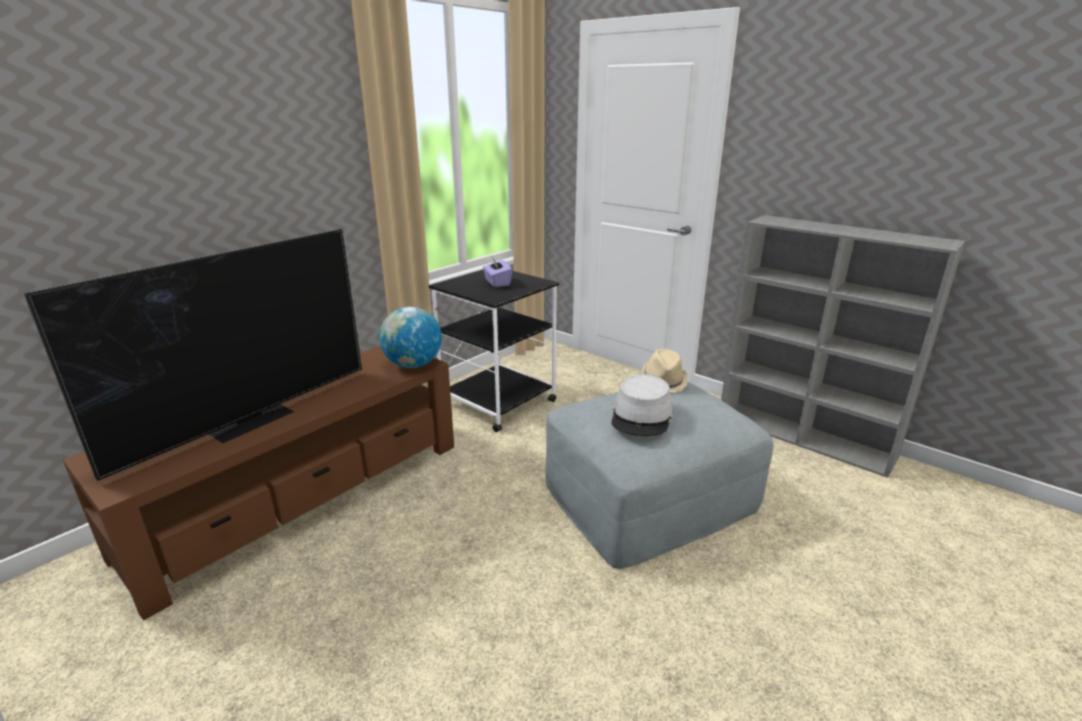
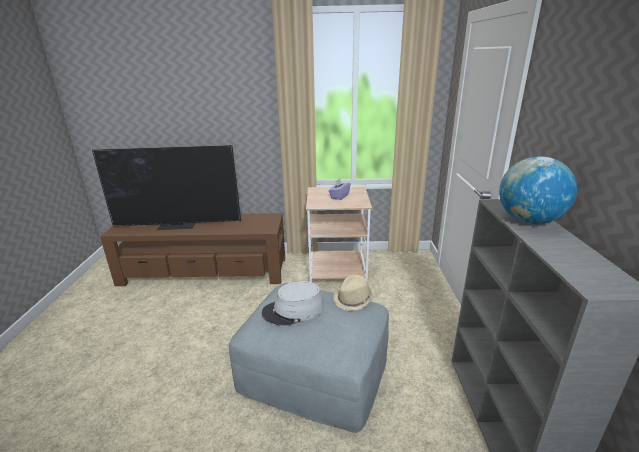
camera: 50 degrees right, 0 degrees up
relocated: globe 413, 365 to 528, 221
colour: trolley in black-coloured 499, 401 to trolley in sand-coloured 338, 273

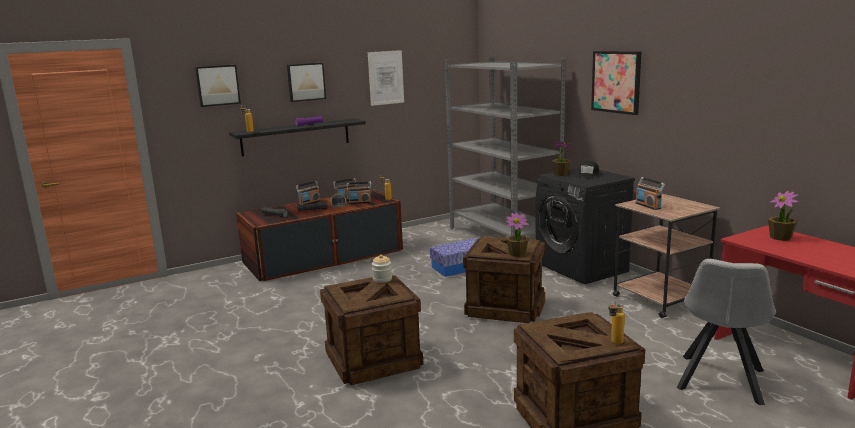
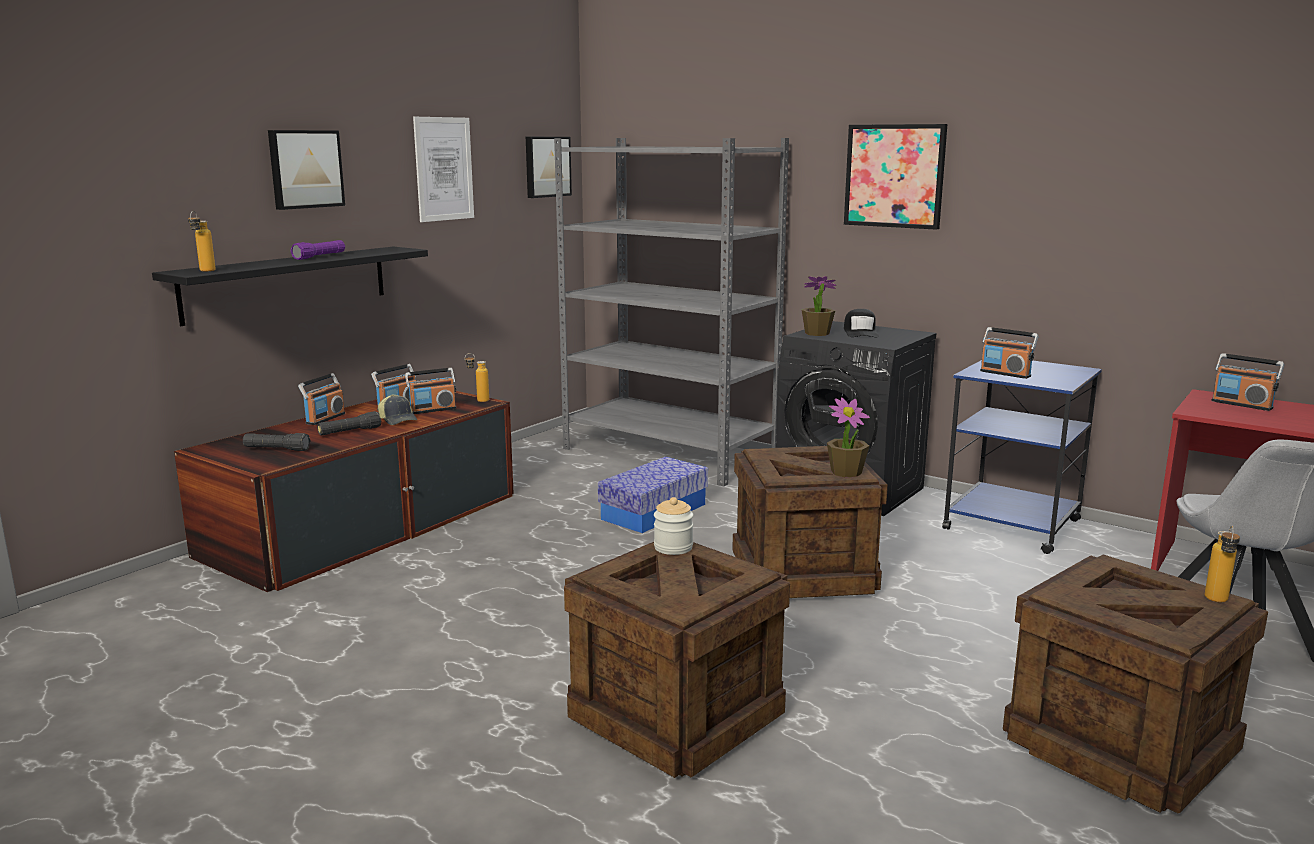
camera: 25 degrees left, 0 degrees up
relocated: wall picture 217, 85 to 546, 166
exchanged: plant in a pot 780, 237 to radio 1242, 404
colour: trolley in brown 661, 300 to trolley in blue-coloured 1013, 525

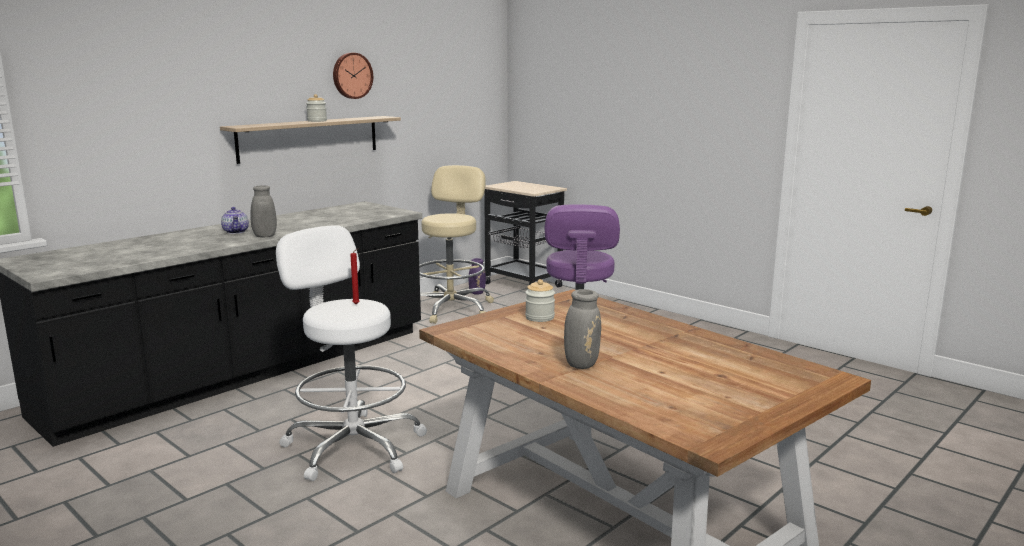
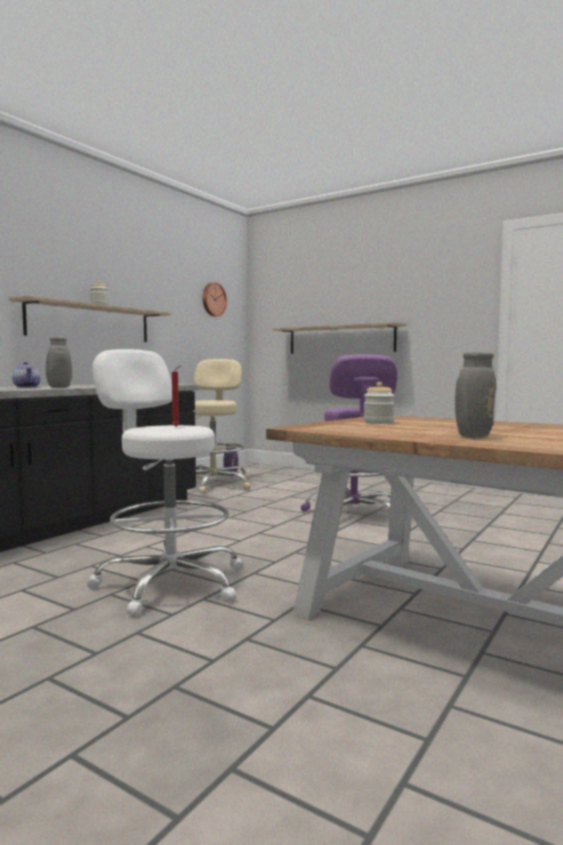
camera: 10 degrees left, 10 degrees down
missing: trolley 524, 285
appeared: bracket shelf 341, 339
relocated: clock on the wall 351, 75 to 213, 299

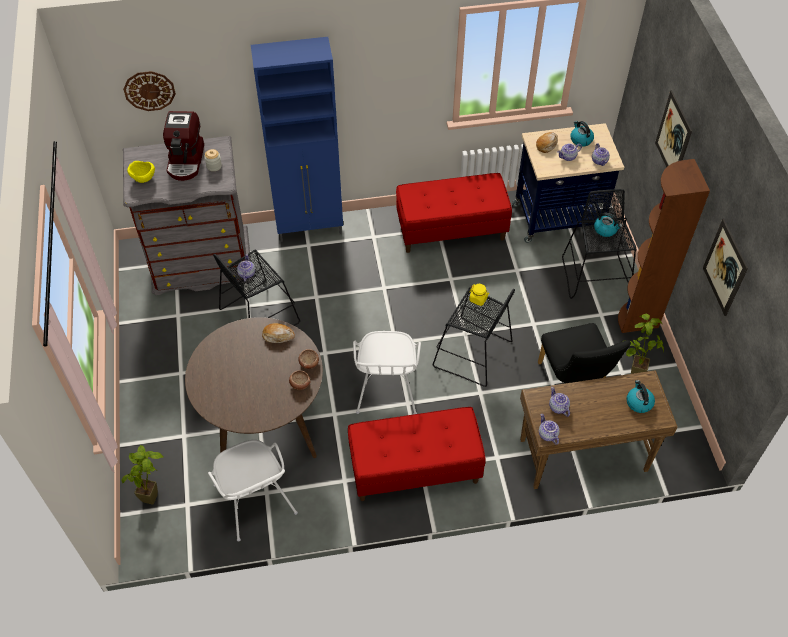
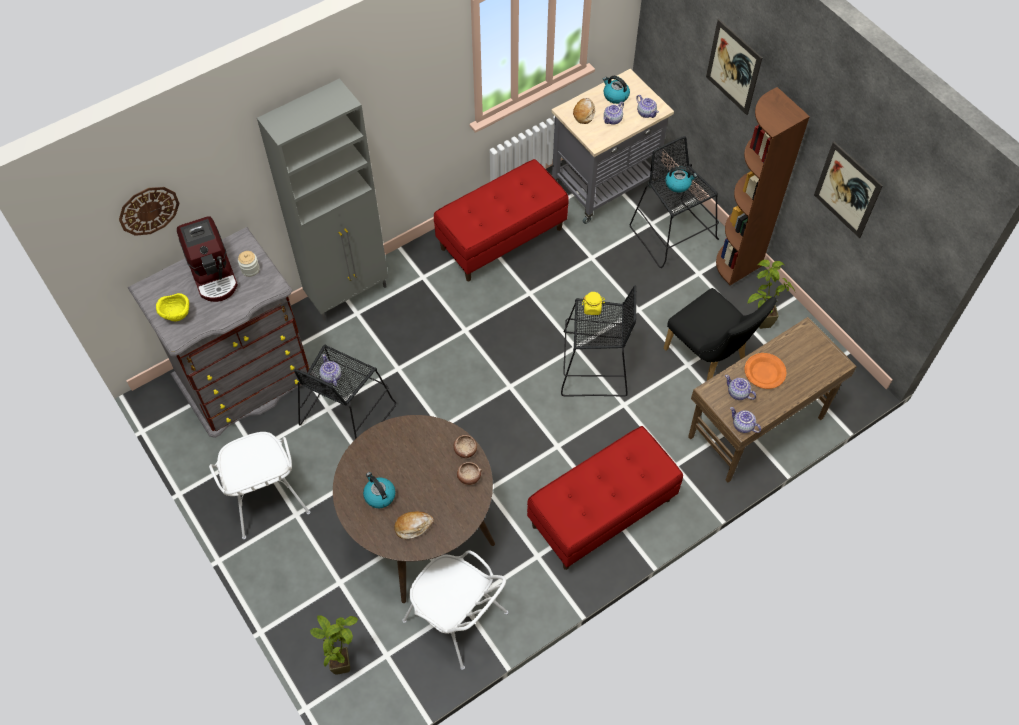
camera: 25 degrees left, 5 degrees up
appeared: flat dish in orange-coloured 764, 372
relocated: bread 278, 335 to 413, 526; chair in white-coloured 387, 389 to 266, 498; kettle 638, 402 to 379, 495
colour: cupboard in blue-coloured 310, 228 to cupboard in gray 349, 293; trolley in blue-coloured 557, 218 to trolley in gray 603, 185

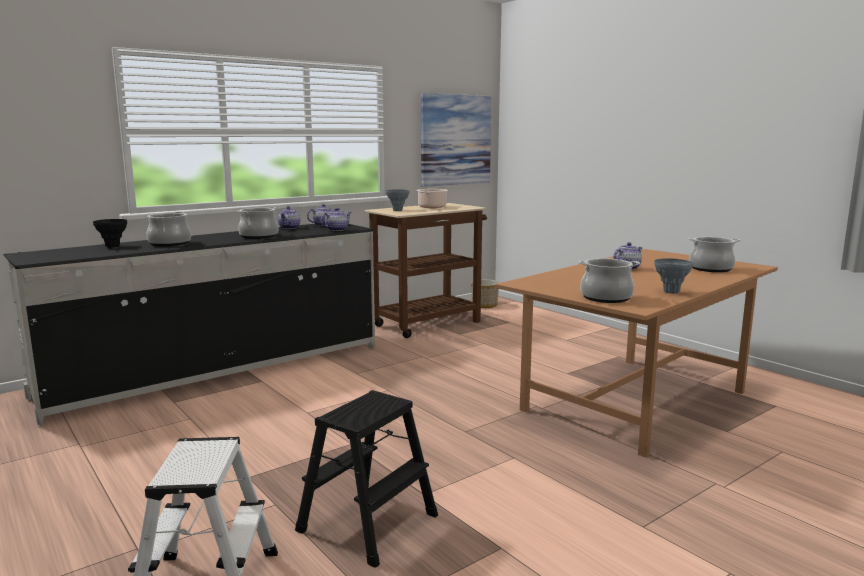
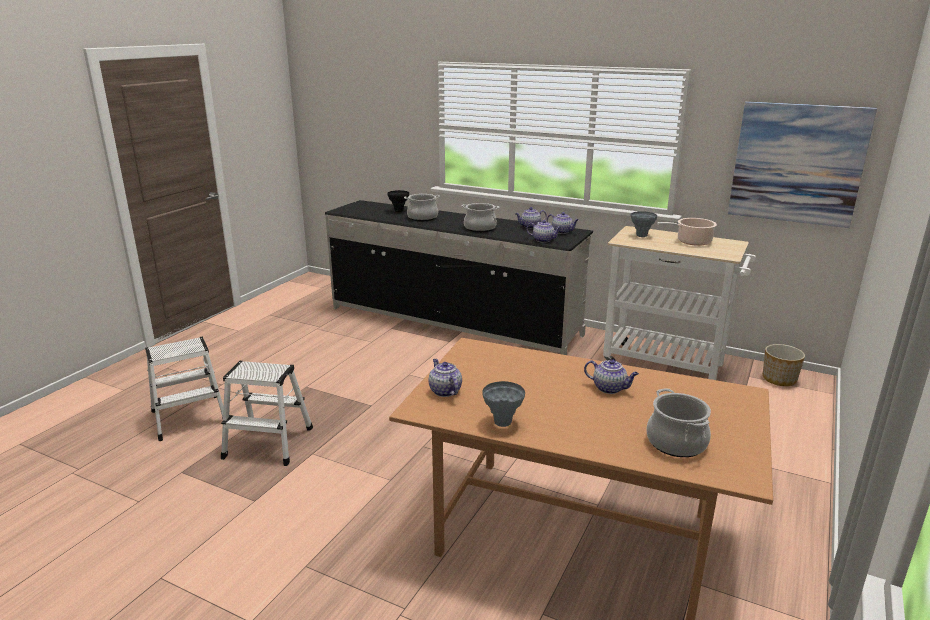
camera: 65 degrees right, 10 degrees up
exchanged: cooking pot 606, 298 to pot for tea 444, 391
colour: stepladder in black-coloured 368, 522 to stepladder in white-coloured 269, 442; trolley in brown 428, 324 to trolley in white-coloured 665, 365

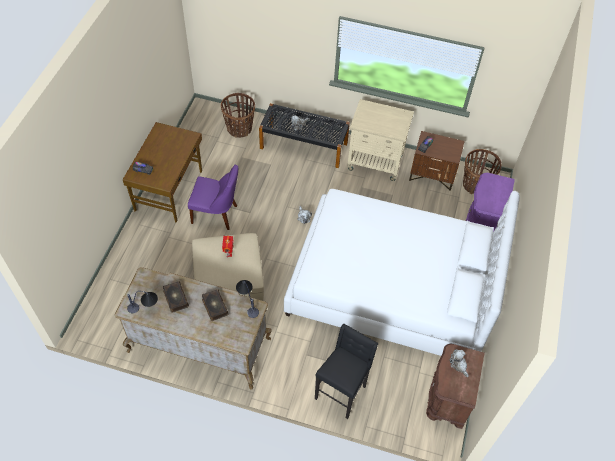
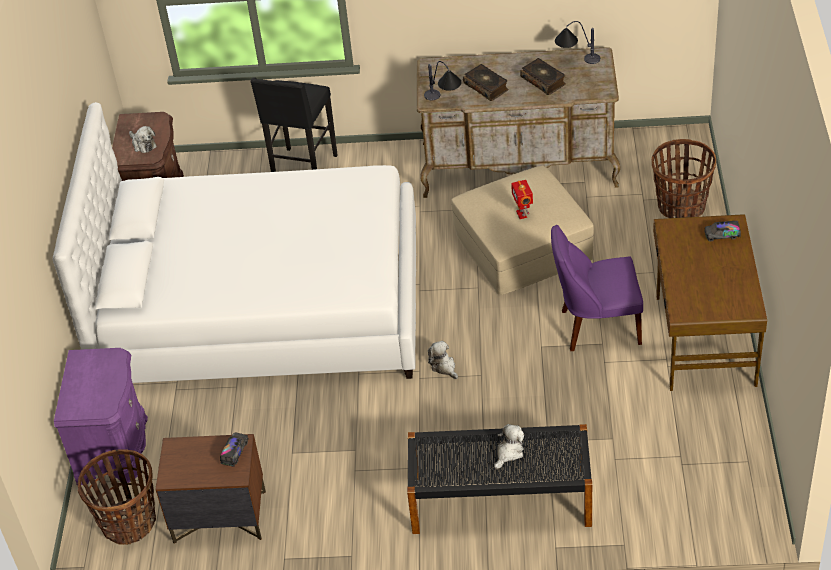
camera: 170 degrees right, 10 degrees down
missing: trolley in sand-coloured 375, 163
relocated: household basket 239, 128 to 681, 206

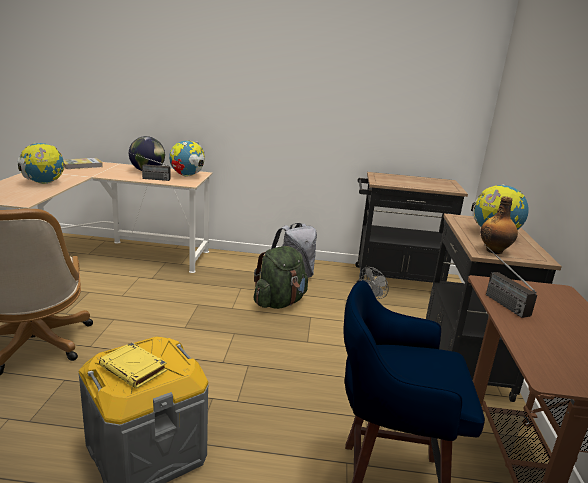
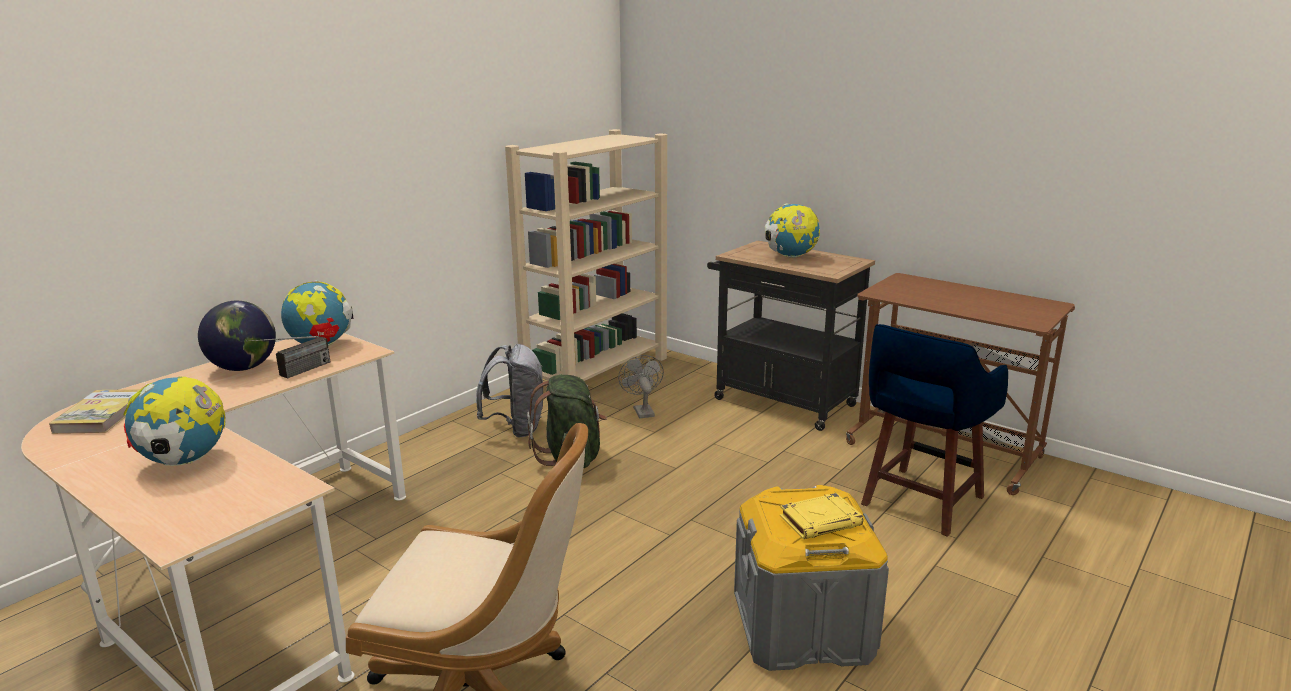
camera: 55 degrees left, 0 degrees up
missing: bottle 494, 251; radio 496, 299
exchanged: trolley in black-coloured 394, 279 to shelving unit in sand-coloured 596, 372

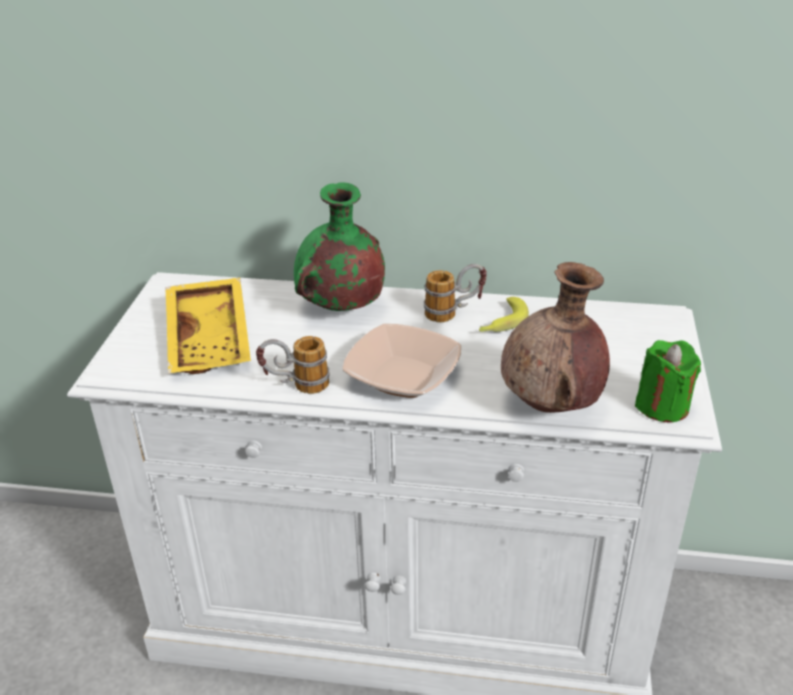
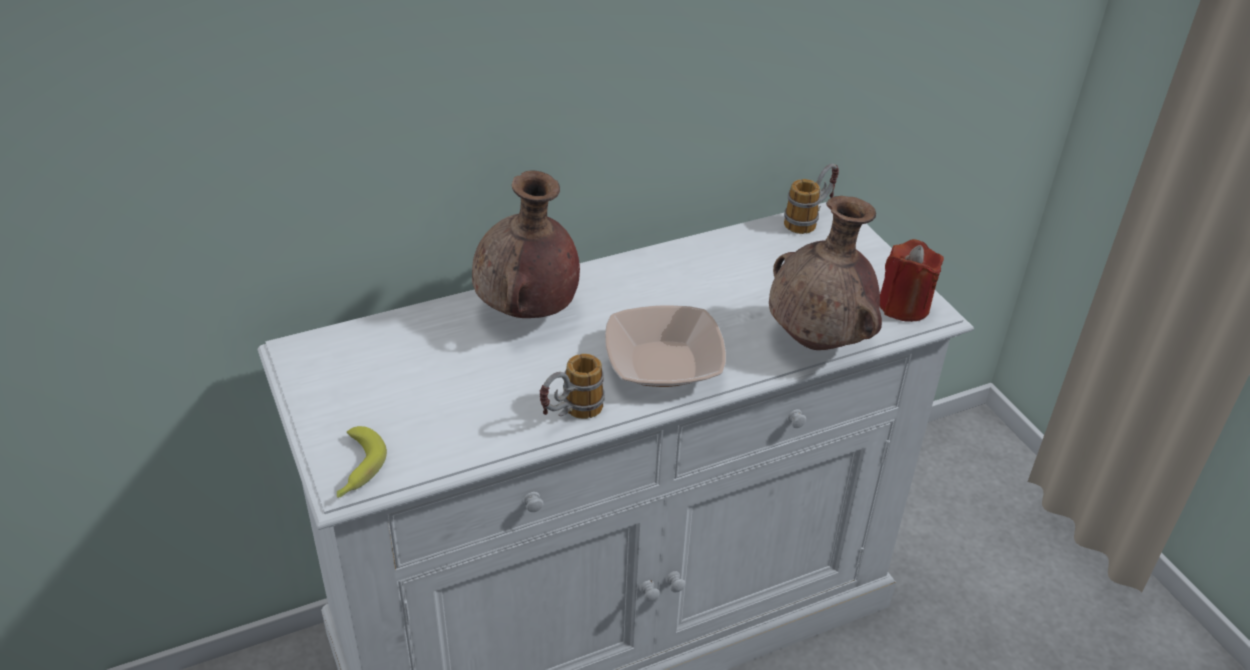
camera: 35 degrees left, 5 degrees up
missing: tray in yellow 211, 339
relocated: coffee mug 454, 312 to 810, 219; banana 501, 323 to 356, 470
colour: flower vase in greenish 340, 308 to flower vase in brown 527, 312; wax candle in greenish 662, 406 to wax candle in red-coloured 904, 306

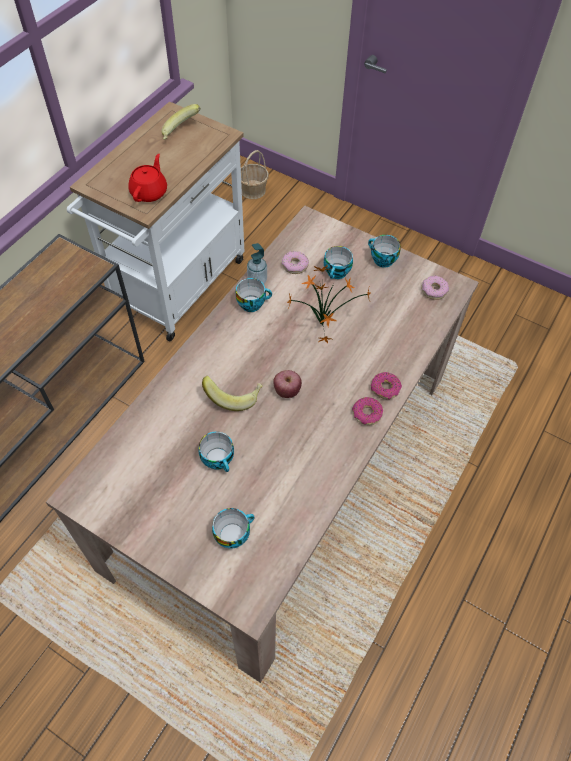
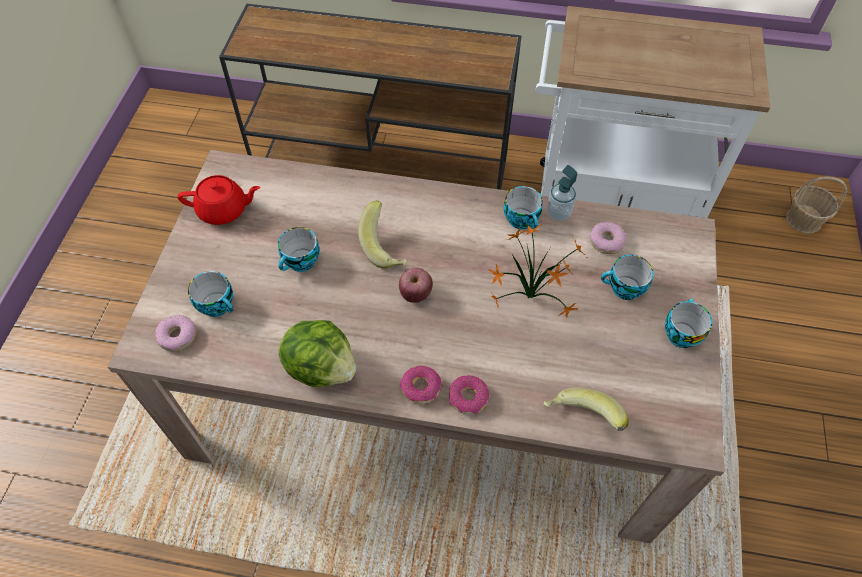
camera: 70 degrees right, 0 degrees up
appeared: lettuce 321, 367
relocated: pot for tea in red-coloured 149, 192 to 224, 210; banana 181, 133 to 581, 419; donut 433, 290 to 177, 336

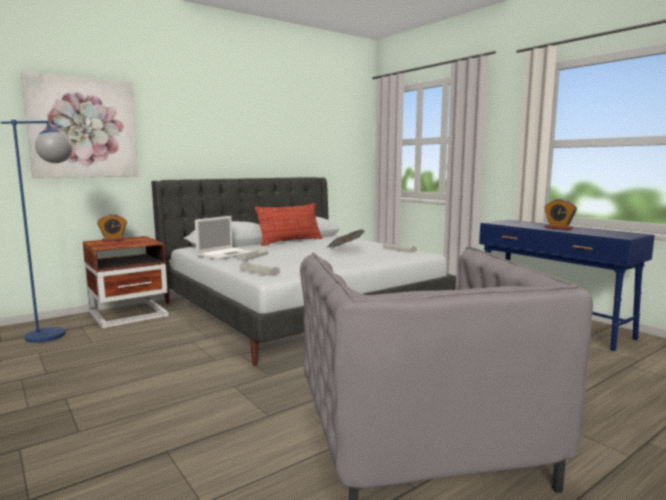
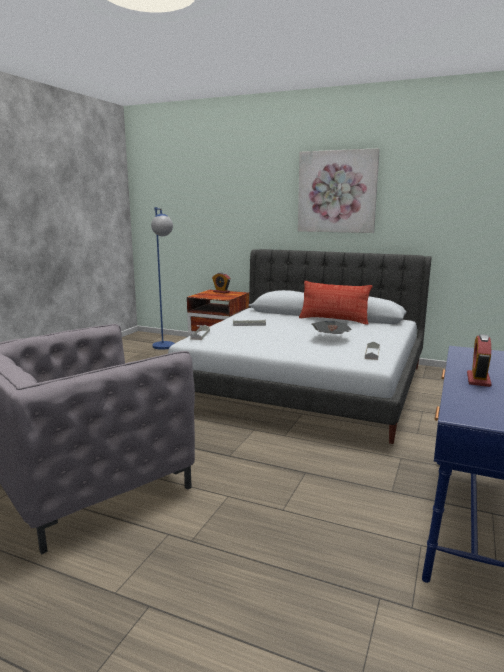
camera: 60 degrees right, 5 degrees up
missing: portable computer 226, 254
relocated: wall picture 83, 128 to 337, 192

